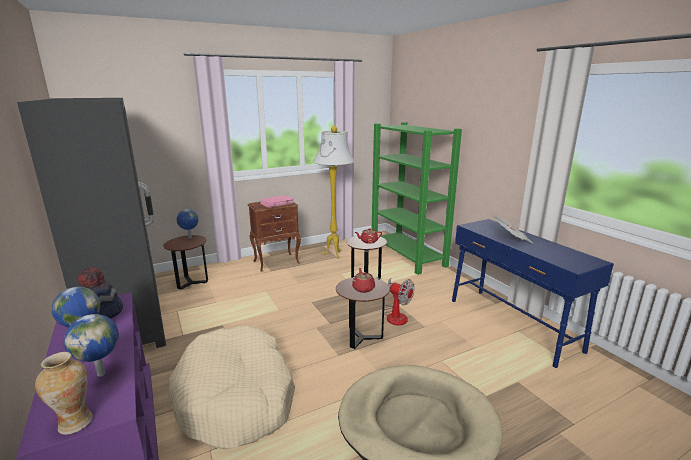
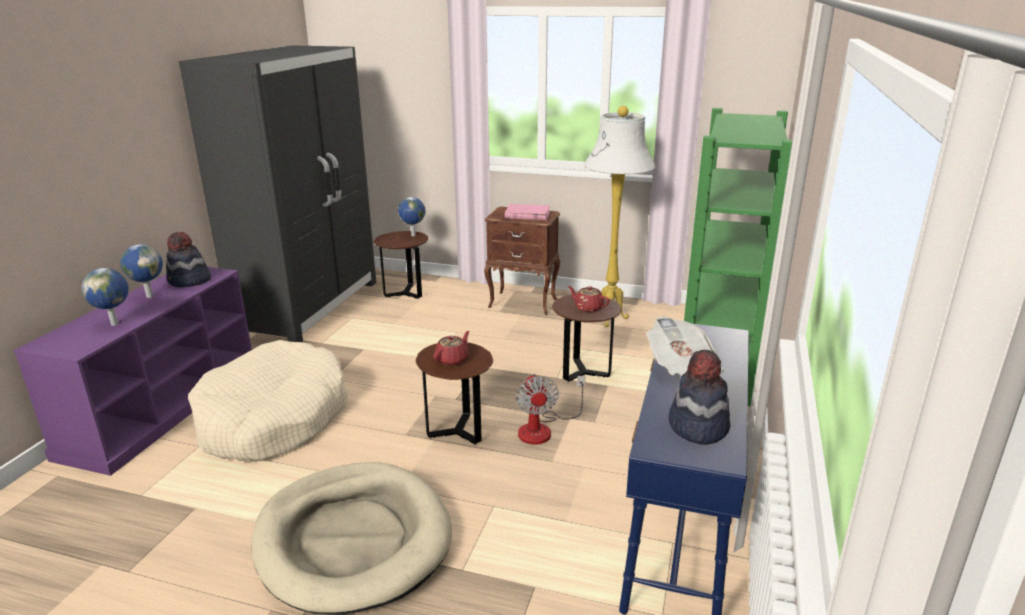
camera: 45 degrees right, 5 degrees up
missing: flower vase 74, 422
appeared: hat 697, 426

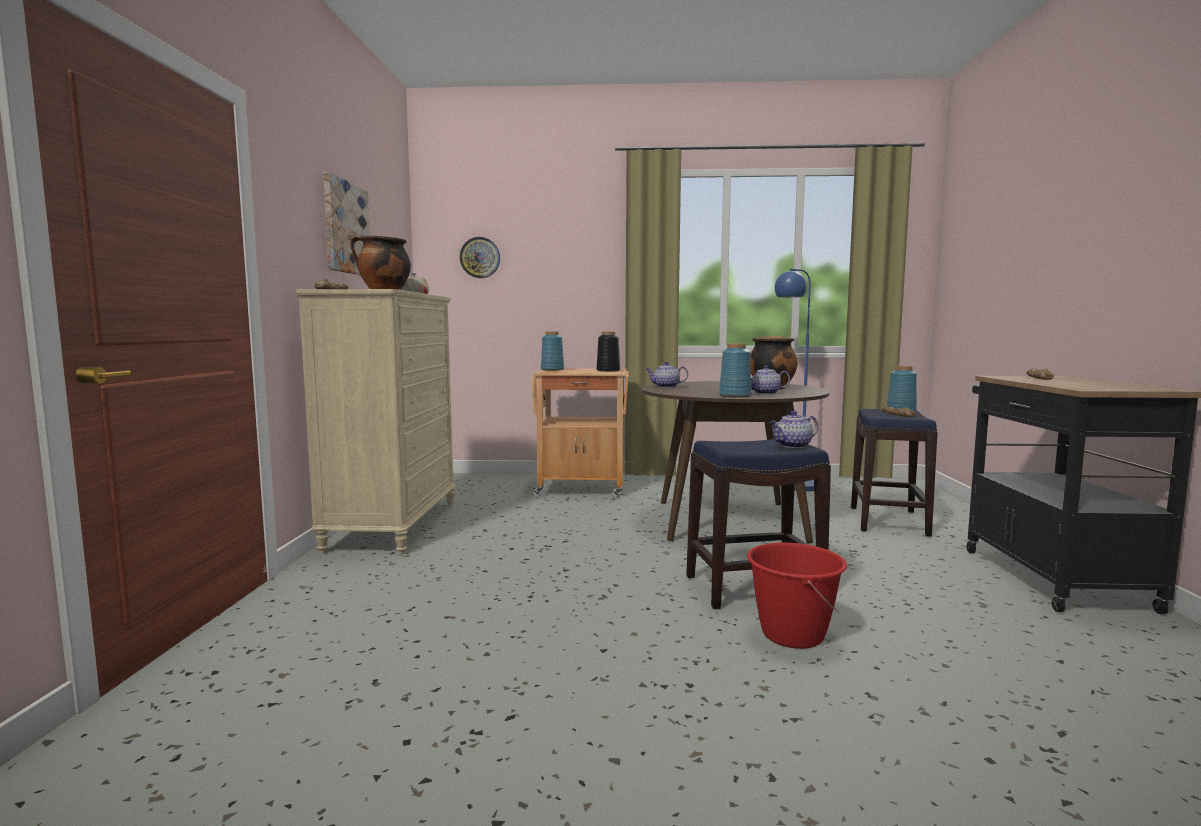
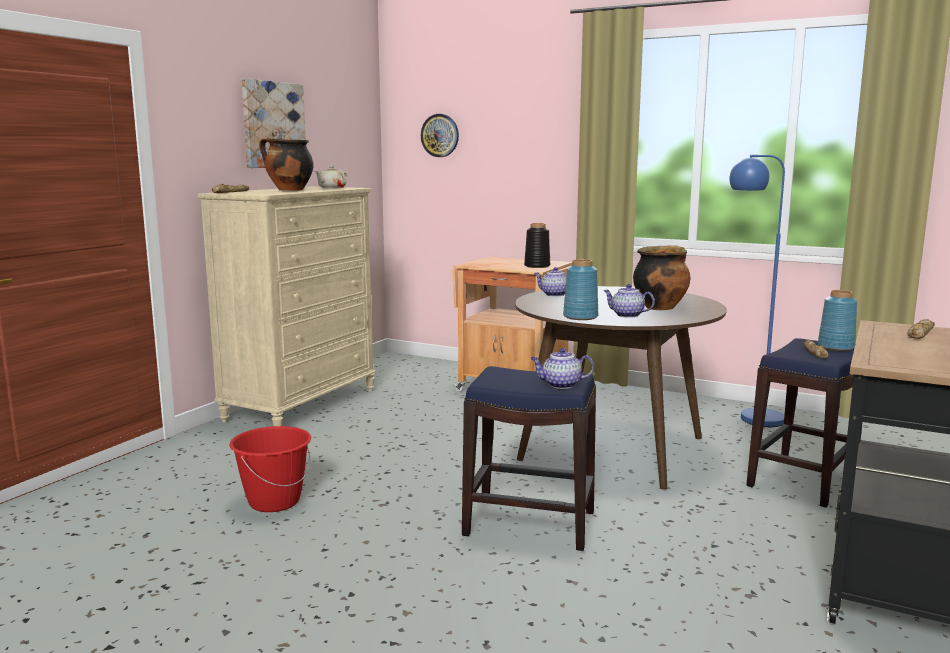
camera: 25 degrees right, 5 degrees up
missing: flower vase in blue-coloured 552, 370
relocated: water bucket in red-coloured 792, 635 to 274, 501

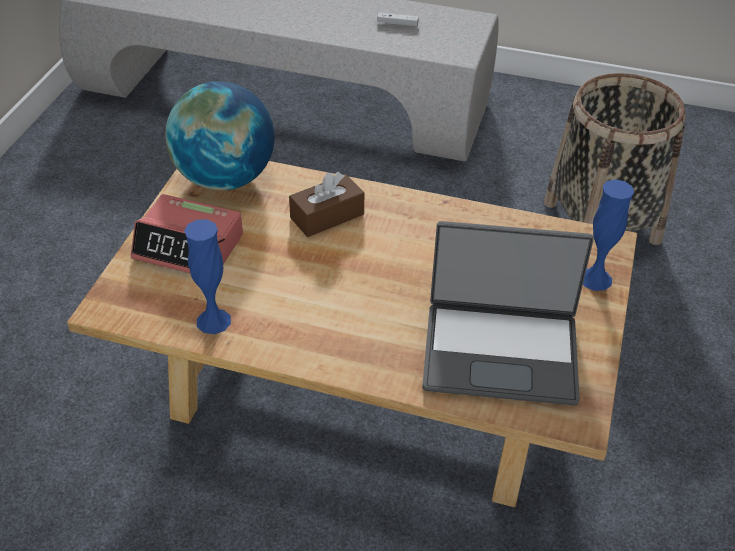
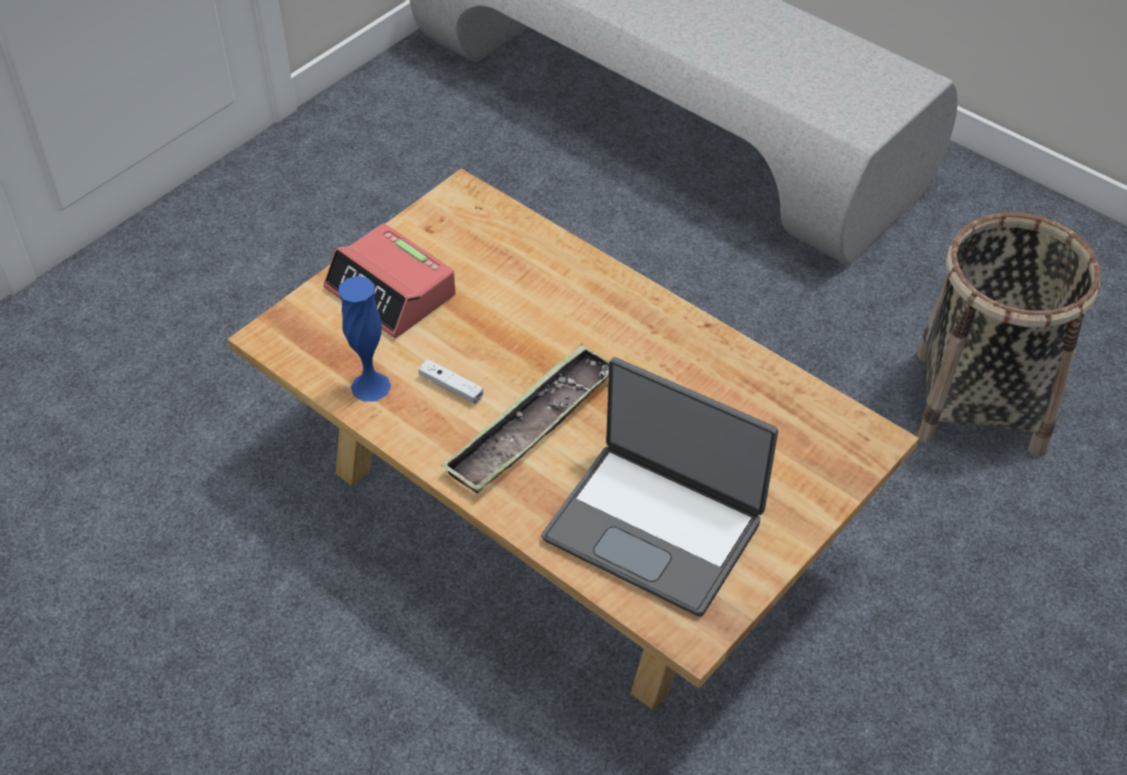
camera: 25 degrees right, 5 degrees up
missing: globe 225, 179; box of tissues in brown 327, 216; flower vase in blue-coloured 595, 279
appeared: tray 531, 426
relocated: joypad in white-coloured 397, 24 to 451, 387

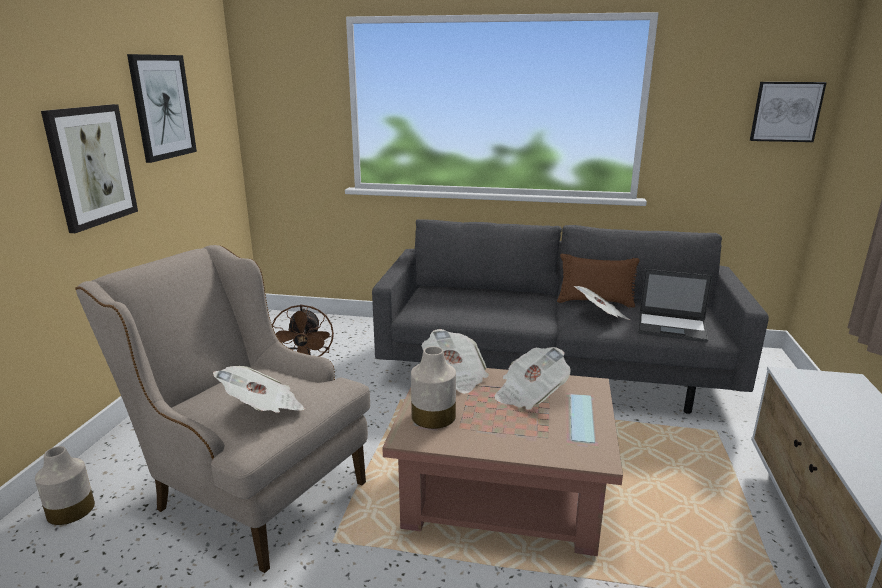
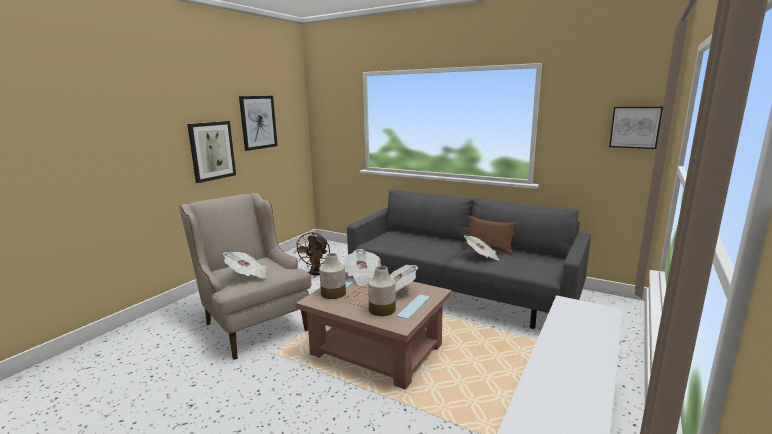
camera: 20 degrees right, 5 degrees down
missing: portable computer 672, 327
relocated: flower vase in sand-coloured 71, 509 to 382, 309

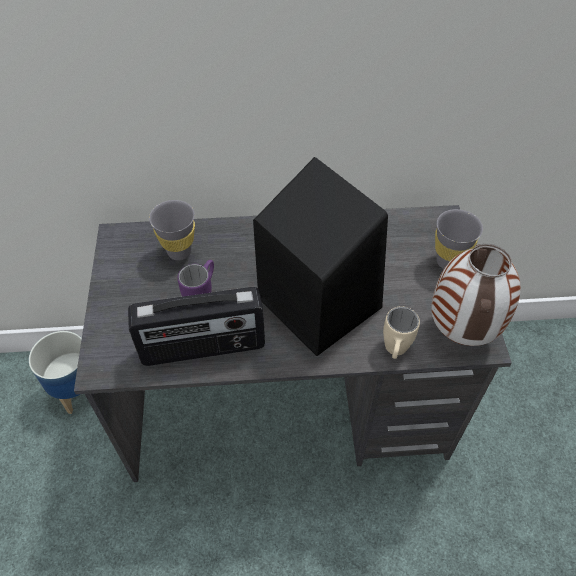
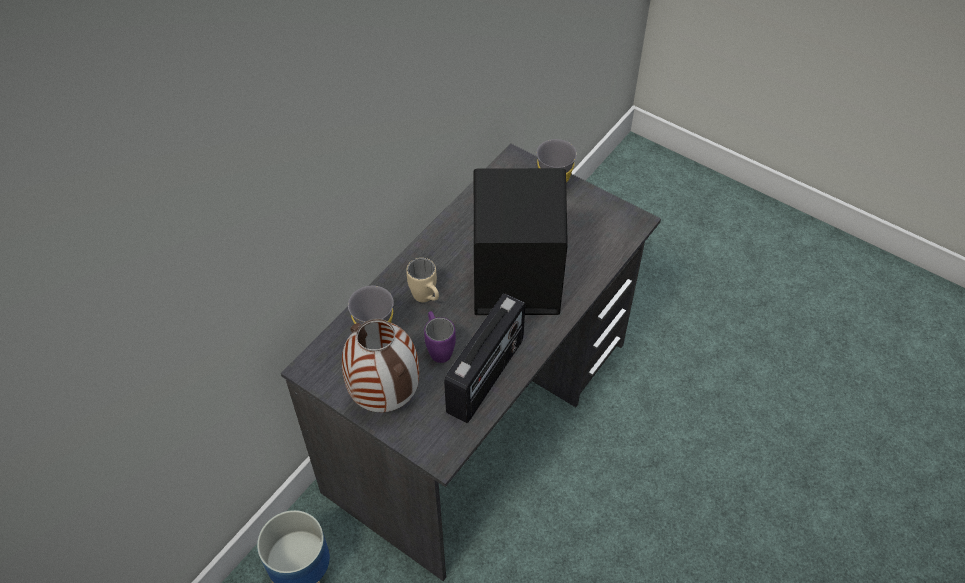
camera: 50 degrees left, 0 degrees up
relocated: coffee mug in sand-coloured 394, 352 to 427, 299; flower vase 462, 333 to 386, 398

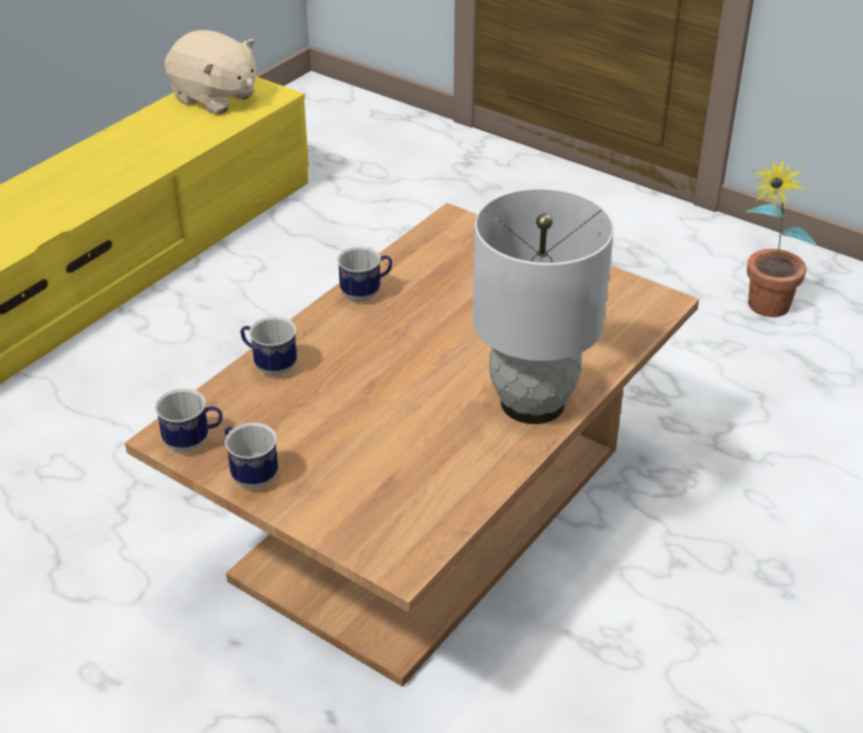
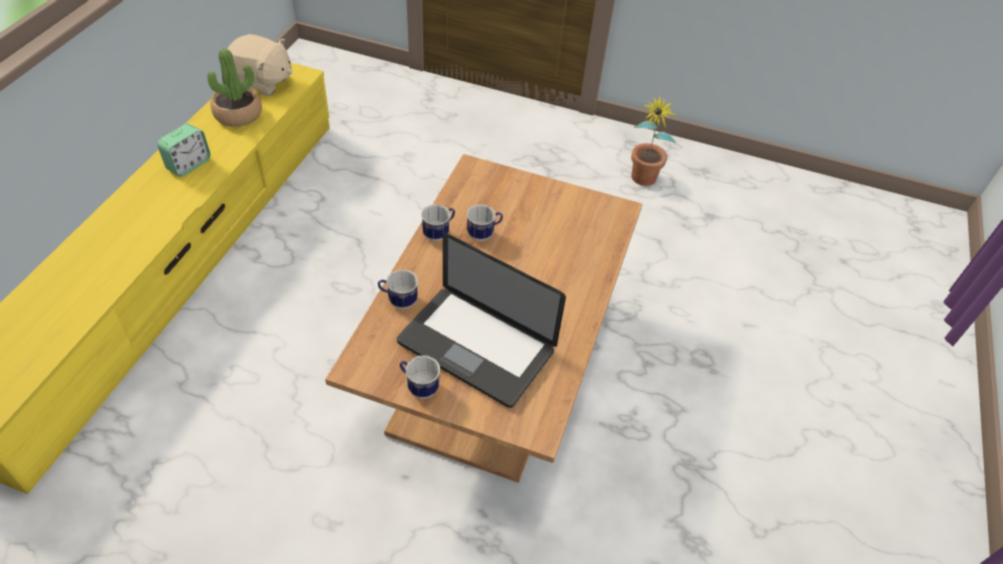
camera: 20 degrees left, 10 degrees up
missing: lamp for a table in white-coloured 532, 403
appeared: table clock 189, 165; plant in a pot 238, 114; portable computer 476, 347
relocated: coffee mug 193, 442 to 484, 234

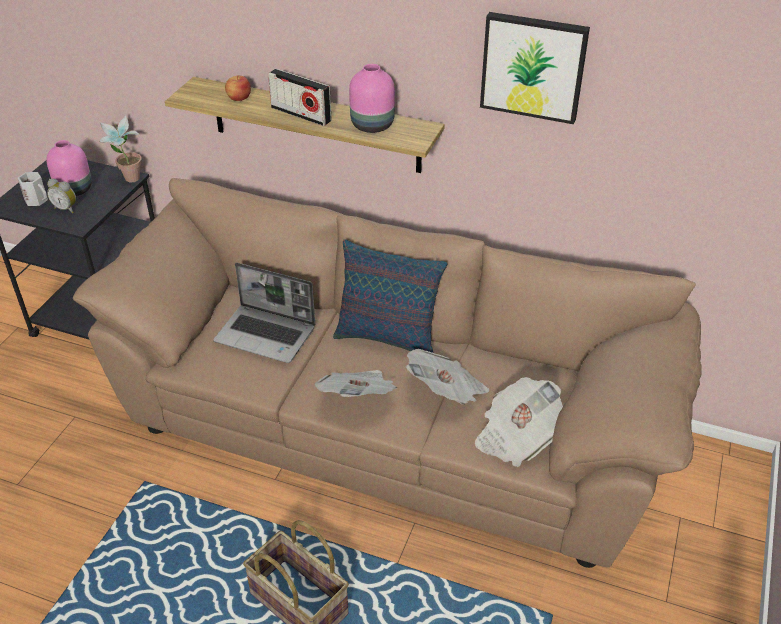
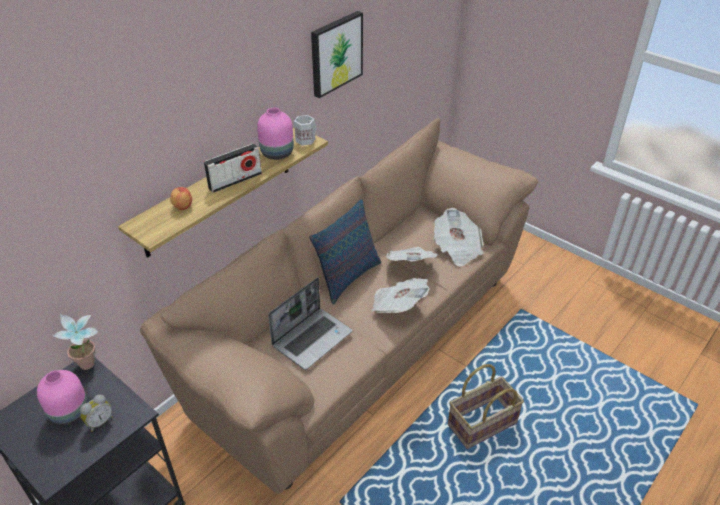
camera: 70 degrees left, 0 degrees up
relocated: coffee mug in white-coloured 37, 200 to 305, 139

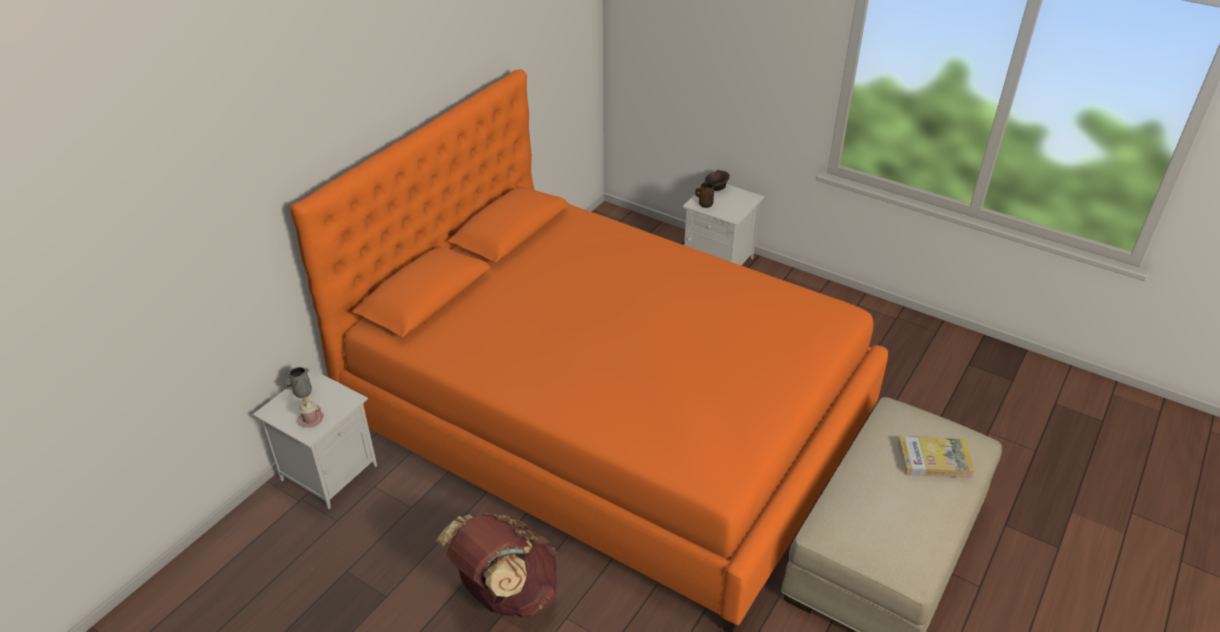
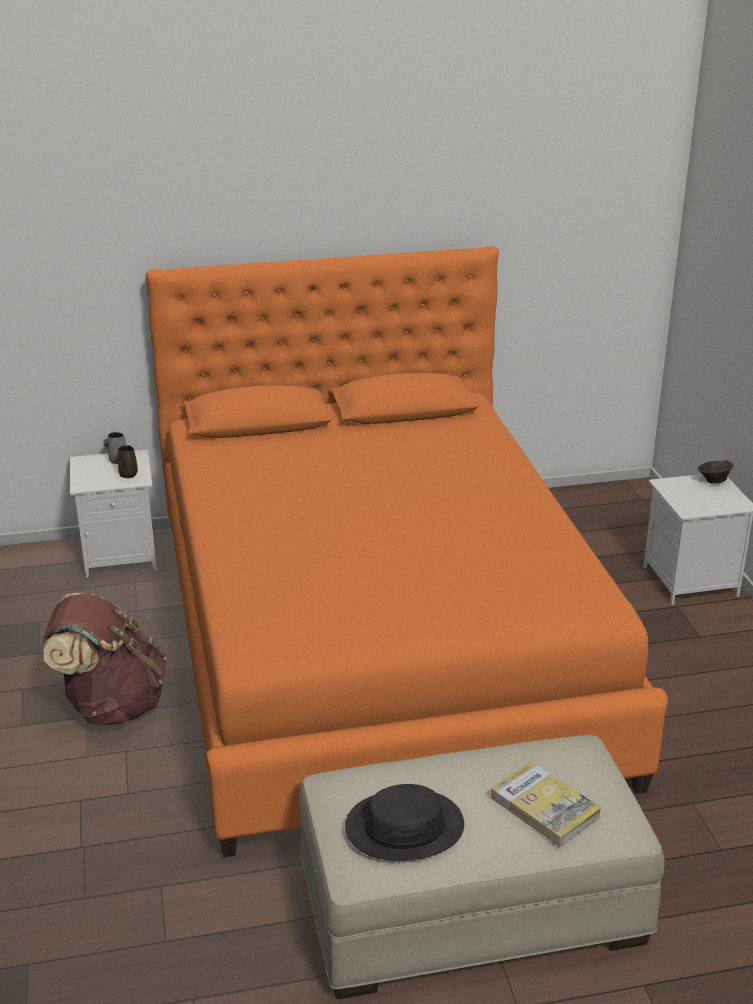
camera: 45 degrees right, 10 degrees down
missing: coffee mug in pink-coloured 310, 419
appeared: hat in black-coloured 404, 827
relocated: coffee mug in brown 704, 204 to 128, 474

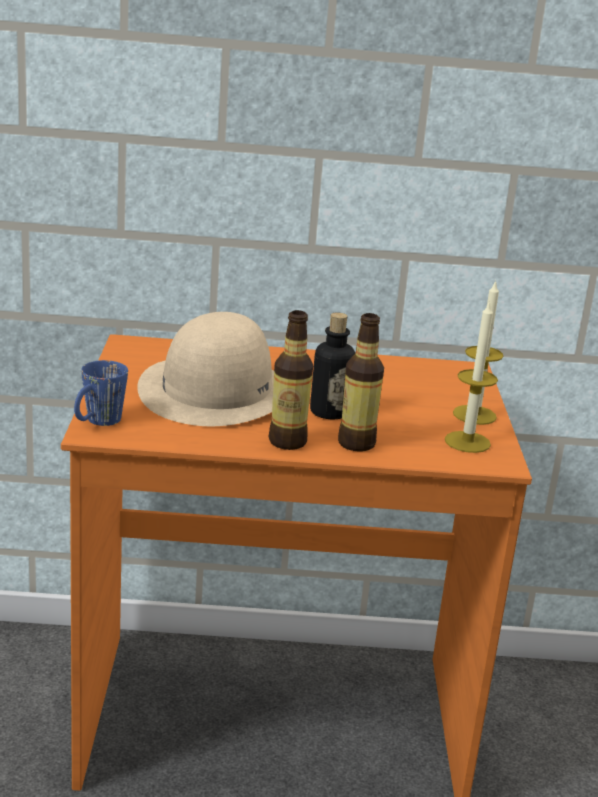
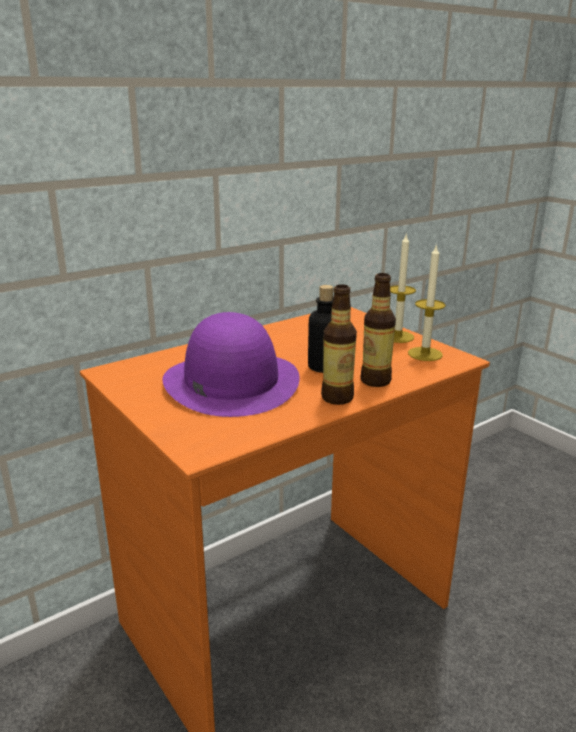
camera: 35 degrees left, 0 degrees up
missing: coffee mug in blue-coloured 97, 423
colour: hat in sand-coloured 217, 391 to hat in purplish 231, 381

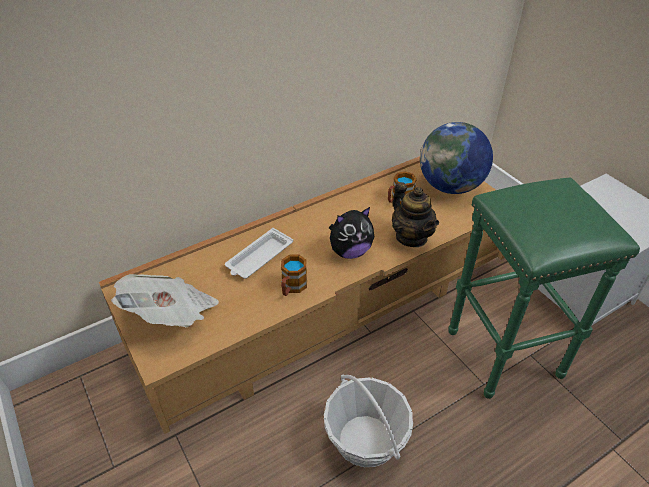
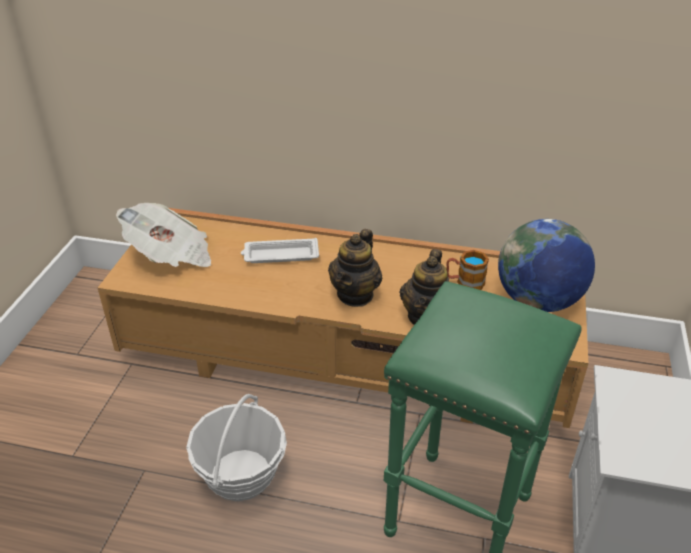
camera: 45 degrees right, 5 degrees down
missing: coffee mug 292, 288
exchanged: plush toy 350, 251 to pot for tea 355, 295

